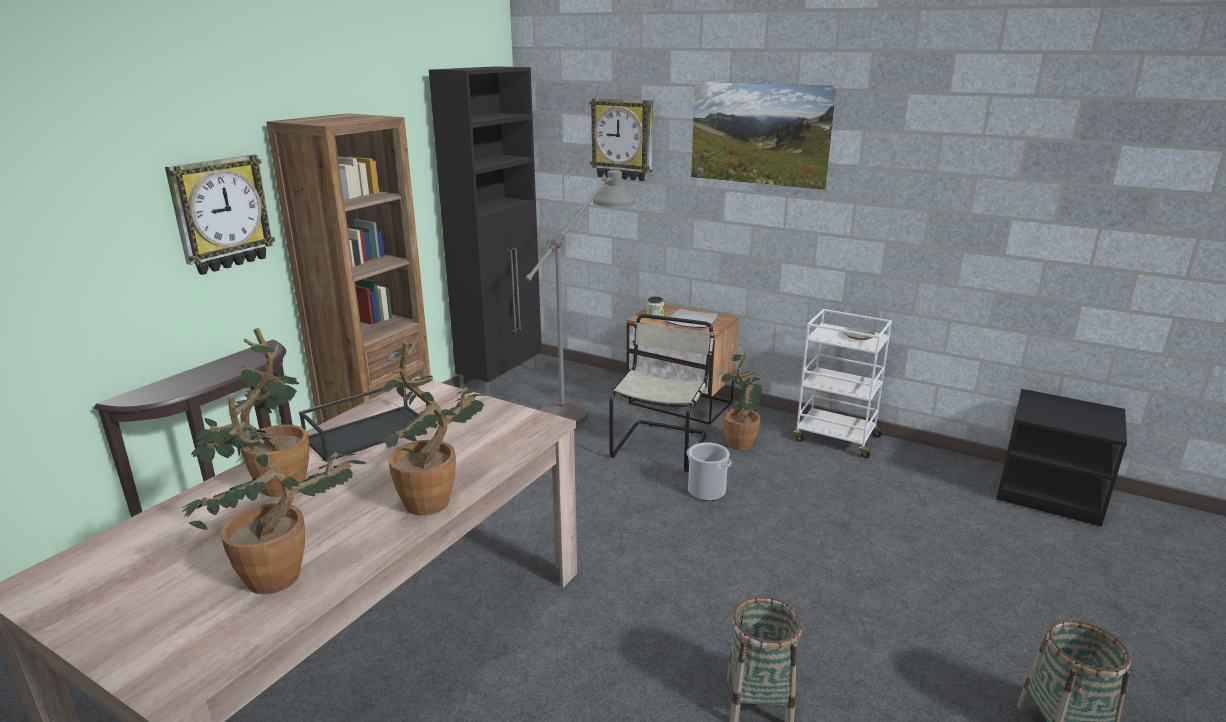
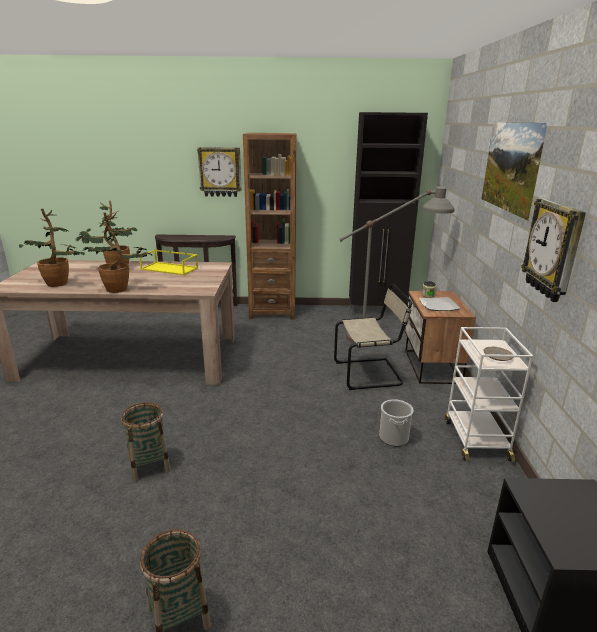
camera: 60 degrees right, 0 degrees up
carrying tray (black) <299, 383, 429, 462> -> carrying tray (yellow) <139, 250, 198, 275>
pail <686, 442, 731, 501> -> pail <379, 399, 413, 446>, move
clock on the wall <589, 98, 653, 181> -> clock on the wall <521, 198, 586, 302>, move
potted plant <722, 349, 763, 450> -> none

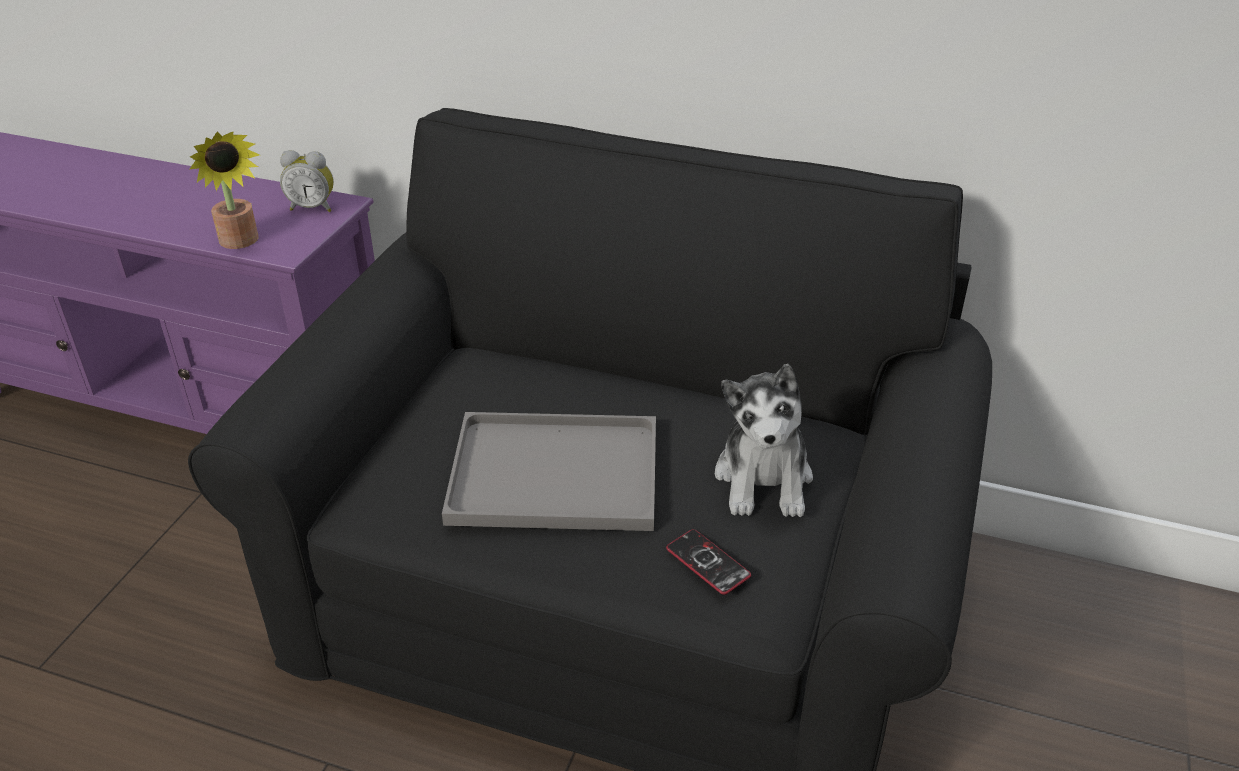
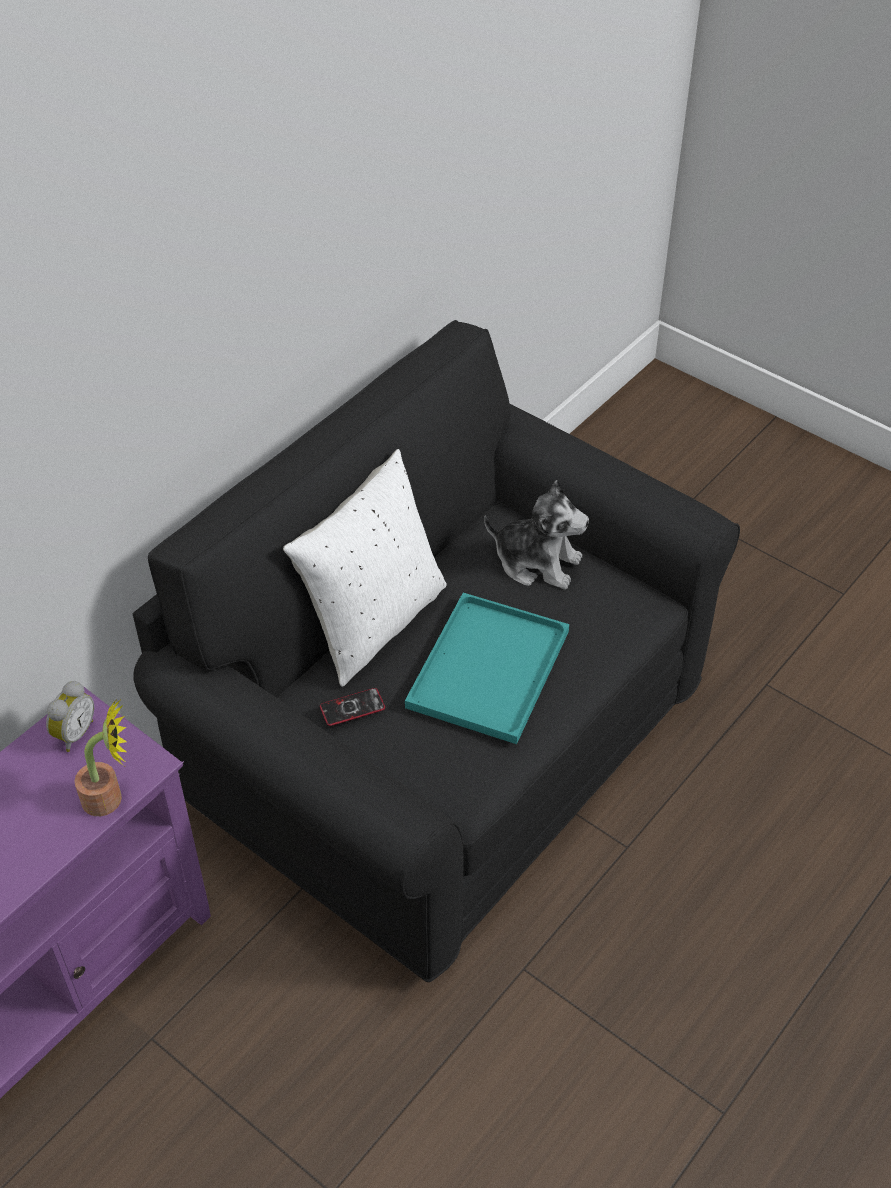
camera: 70 degrees left, 10 degrees up
none -> throw pillow (white-coloured) <283, 449, 447, 687>
handset <666, 529, 751, 595> -> handset <320, 688, 385, 726>, move
carrying tray (greyish) <442, 412, 656, 531> -> carrying tray (turquoise) <405, 593, 569, 744>

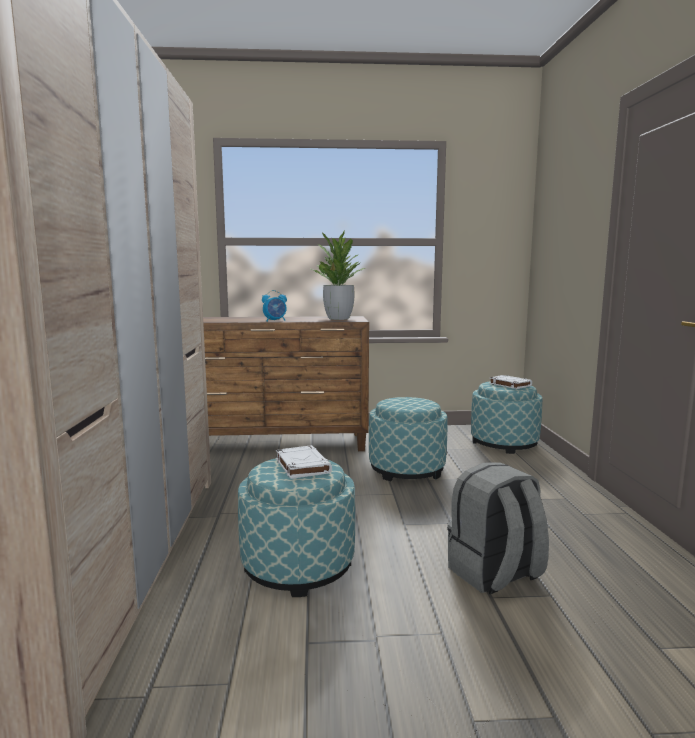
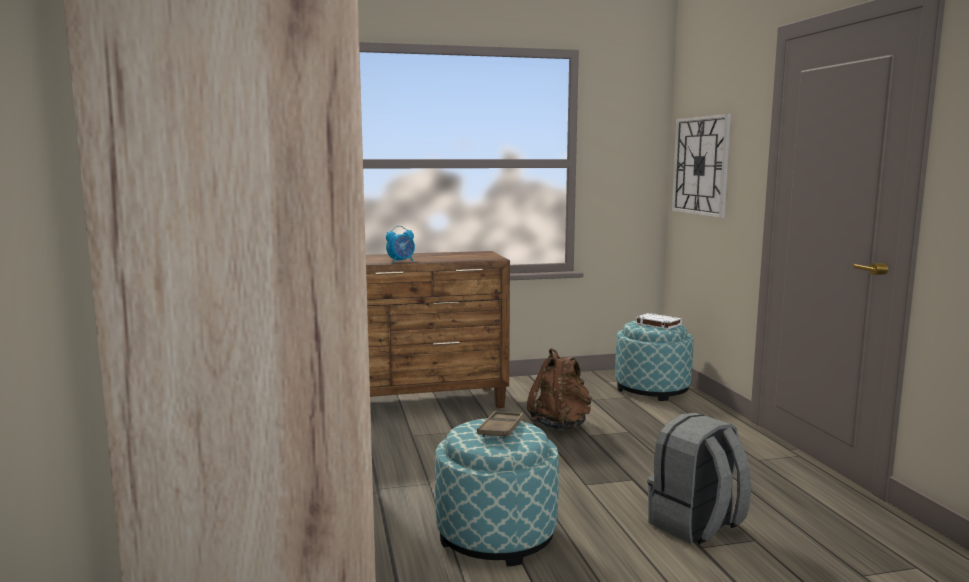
camera: 10 degrees left, 0 degrees up
book (white-coloured) <276, 445, 332, 479> -> carrying tray (brownish) <477, 411, 524, 439>
ottoman <369, 397, 447, 481> -> rucksack (brownish) <527, 348, 592, 430>
none -> clock on the wall <672, 114, 731, 218>
potted plant <309, 230, 365, 320> -> none

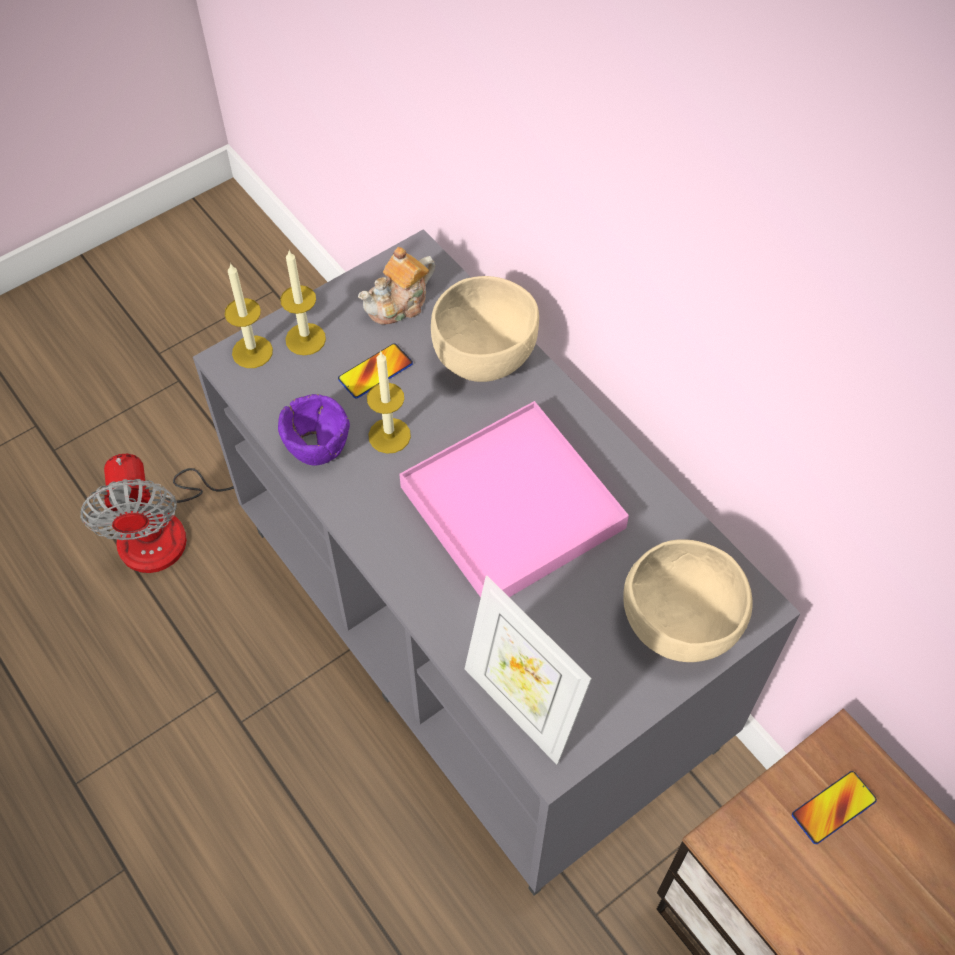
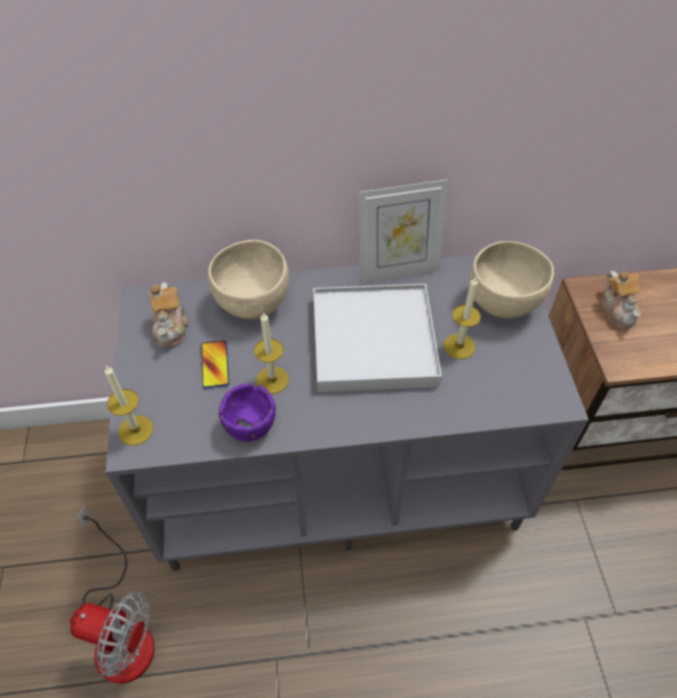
camera: 60 degrees left, 5 degrees down
carrying tray (pink-coloured) <399, 401, 629, 597> -> carrying tray (white-coloured) <313, 284, 442, 392>
picture frame <465, 576, 592, 765> -> picture frame <359, 179, 448, 283>, move
wax candle <280, 251, 326, 355> -> wax candle <444, 276, 481, 359>, move
handset <792, 771, 877, 844> -> pot for tea <601, 271, 641, 329>

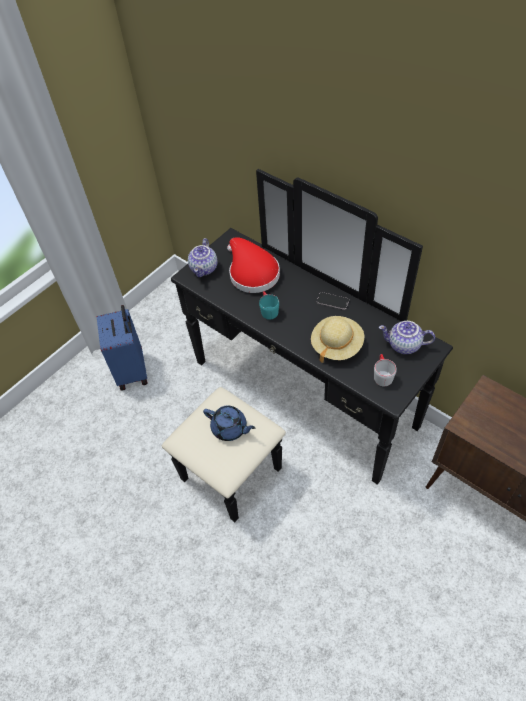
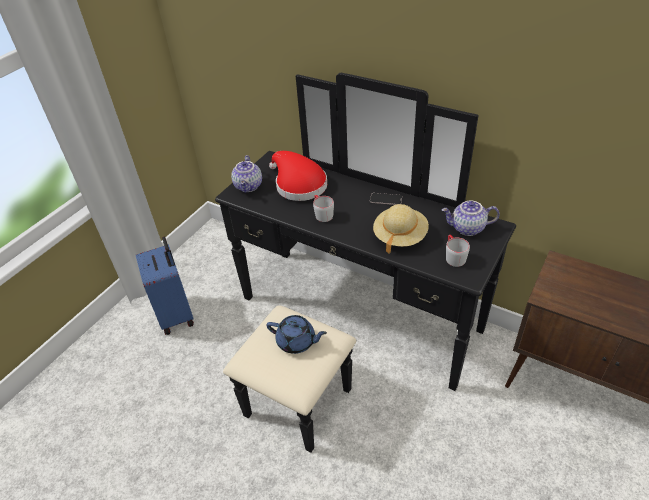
camera: 10 degrees left, 10 degrees down
coffee mug (turquoise) <259, 291, 279, 320> -> coffee mug (greyish) <313, 195, 334, 222>

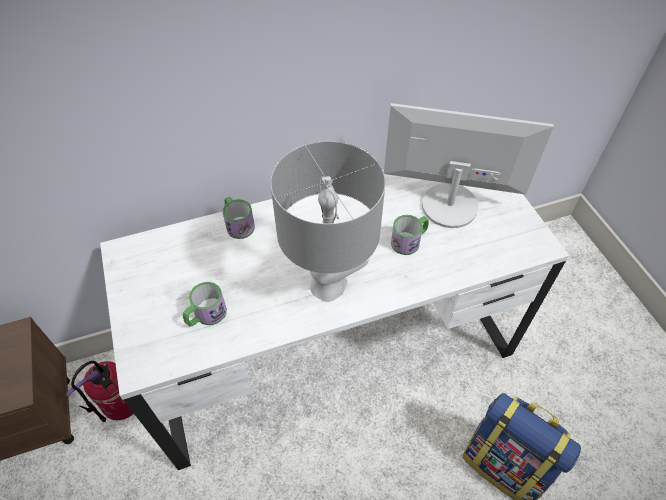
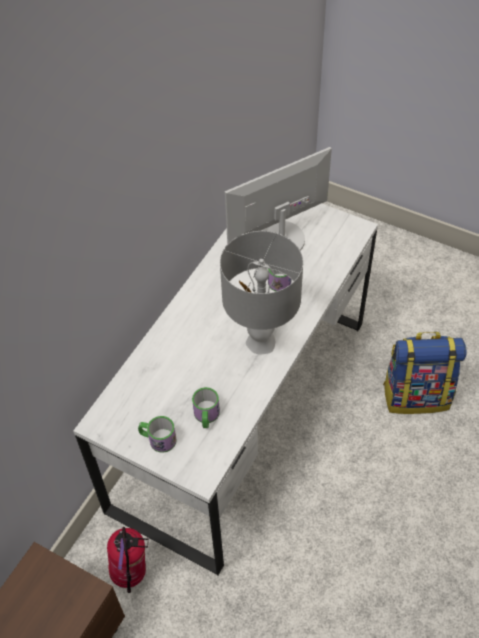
camera: 40 degrees left, 0 degrees up
coffee mug <223, 196, 255, 239> -> coffee mug <138, 416, 177, 453>, move

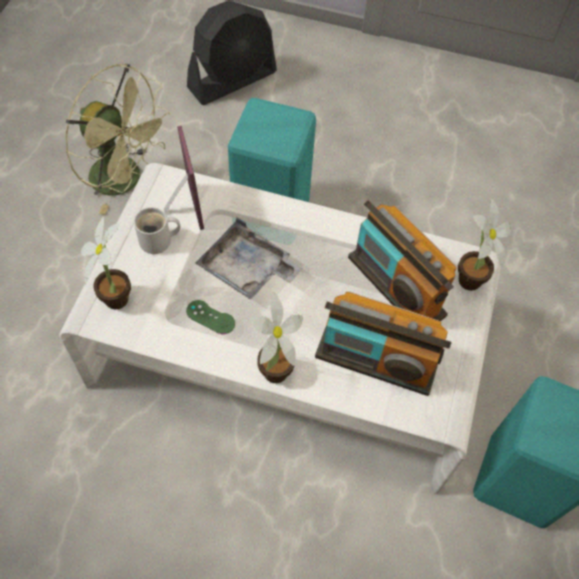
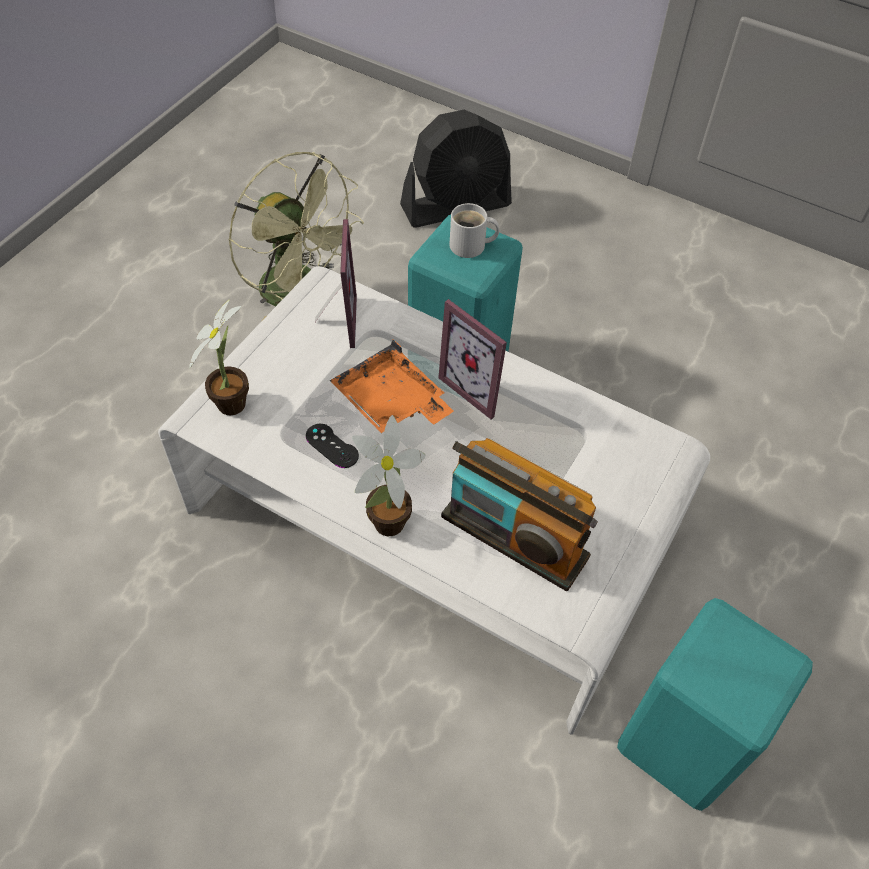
camera: 15 degrees right, 5 degrees down
game controller (green-coloured) <186, 300, 235, 334> -> game controller (black) <306, 424, 359, 468>
carrying tray (greyish) <195, 218, 303, 300> -> carrying tray (orange-coloured) <330, 339, 453, 433>
none -> picture frame <438, 299, 507, 420>
coffee mug (white-coloured) <134, 207, 181, 254> -> coffee mug (white-coloured) <449, 203, 499, 258>, move
radio <348, 200, 456, 321> -> none
potted plant <458, 198, 512, 291> -> none

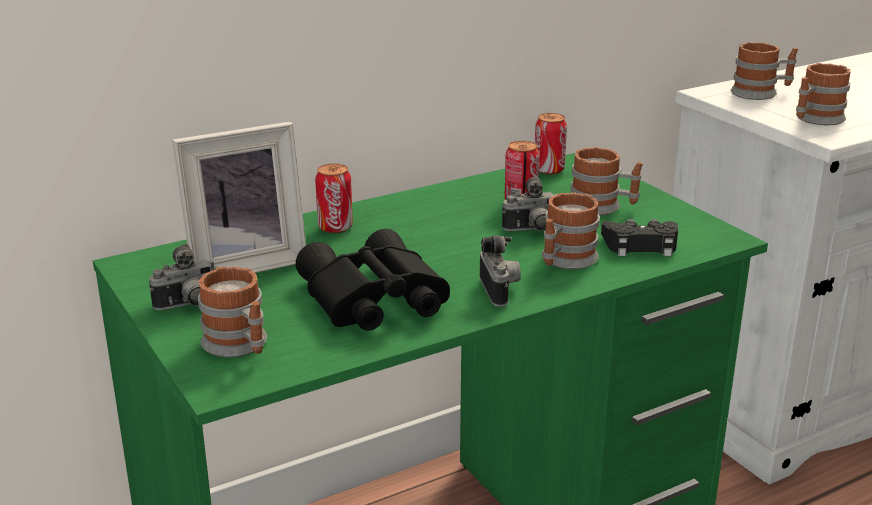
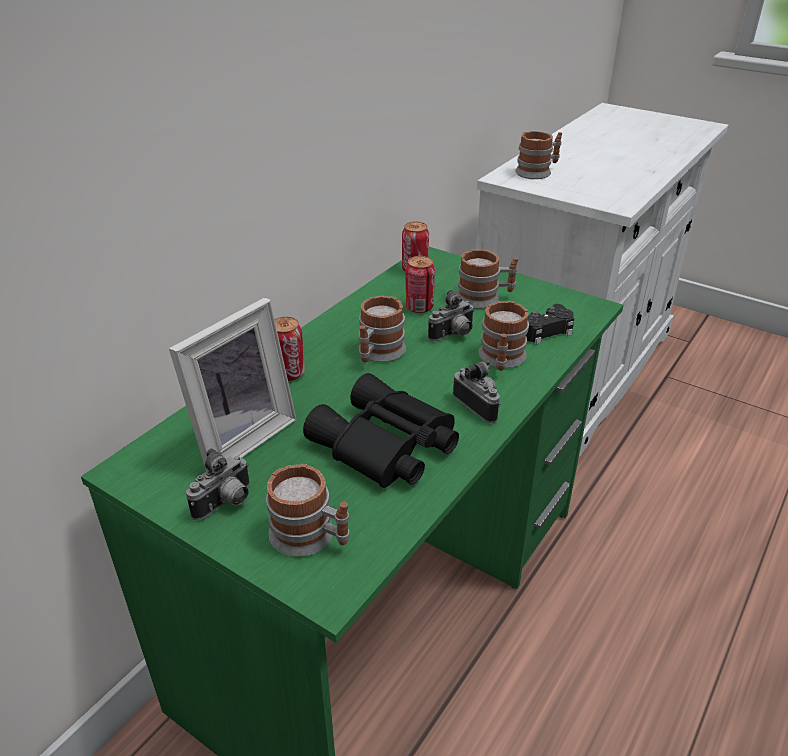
camera: 25 degrees left, 10 degrees up
coffee mug <796, 63, 851, 125> -> coffee mug <359, 296, 406, 362>, move

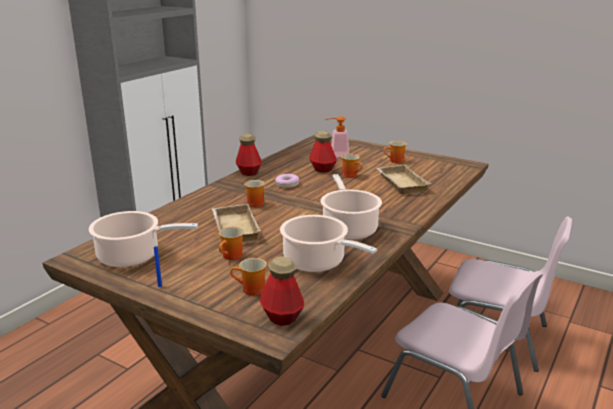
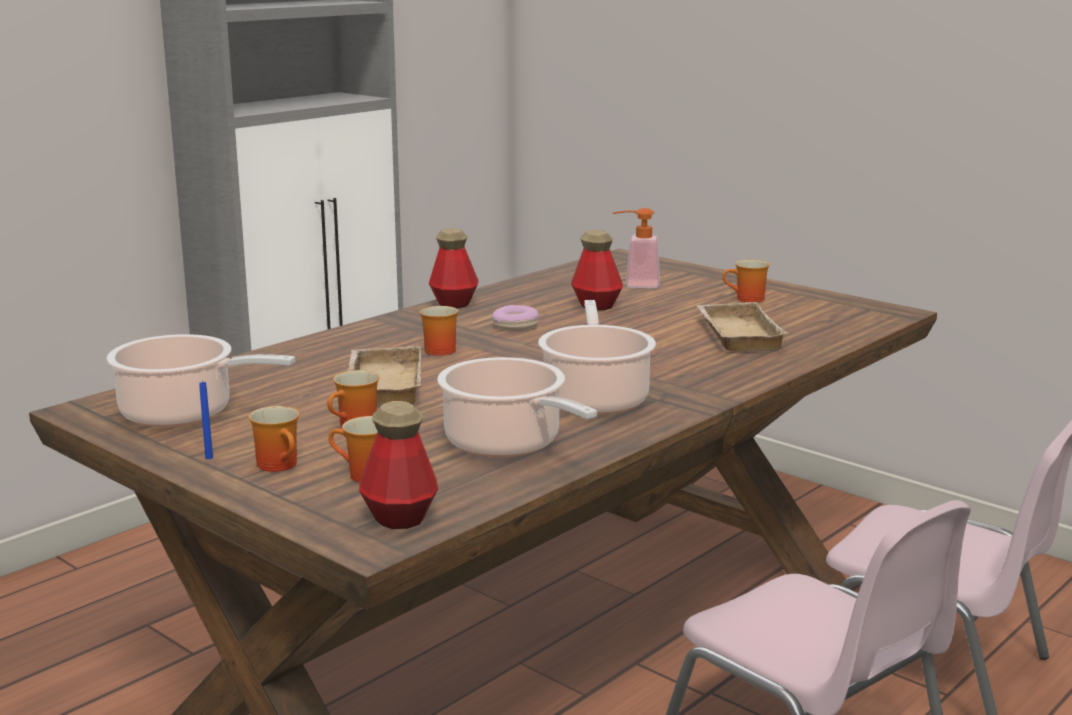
camera: 10 degrees right, 5 degrees down
coffee mug <341, 154, 363, 178> -> coffee mug <249, 406, 299, 472>, move

